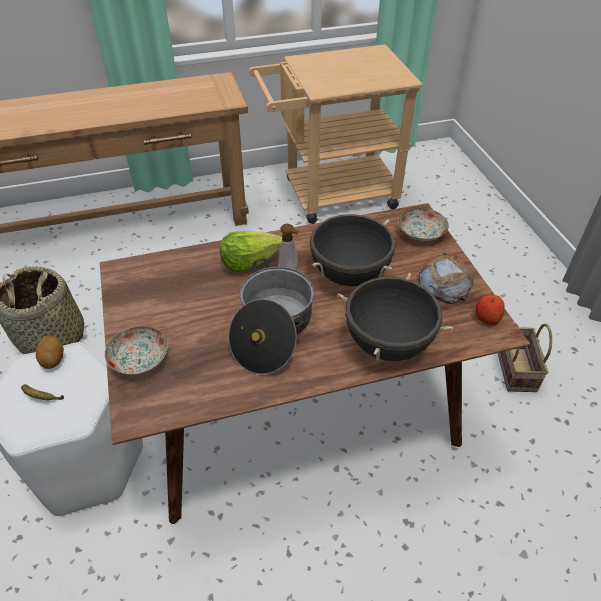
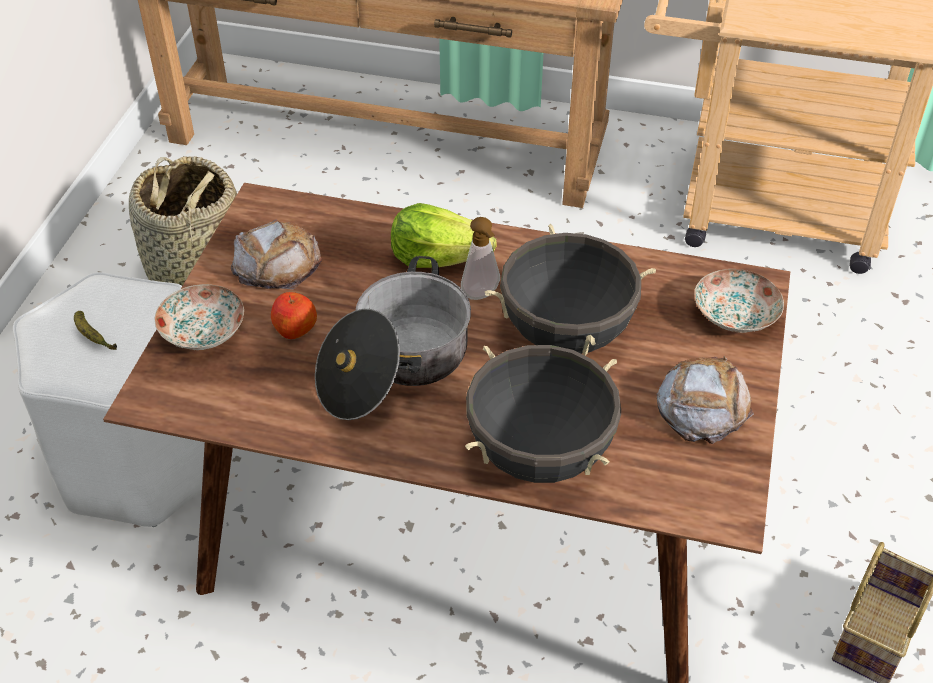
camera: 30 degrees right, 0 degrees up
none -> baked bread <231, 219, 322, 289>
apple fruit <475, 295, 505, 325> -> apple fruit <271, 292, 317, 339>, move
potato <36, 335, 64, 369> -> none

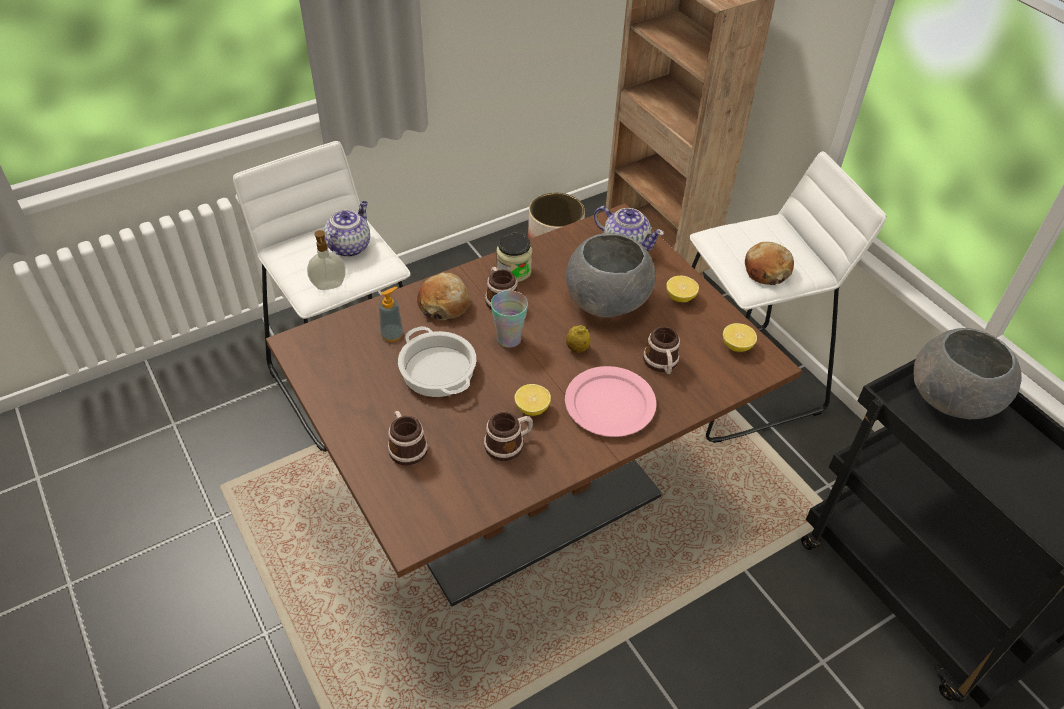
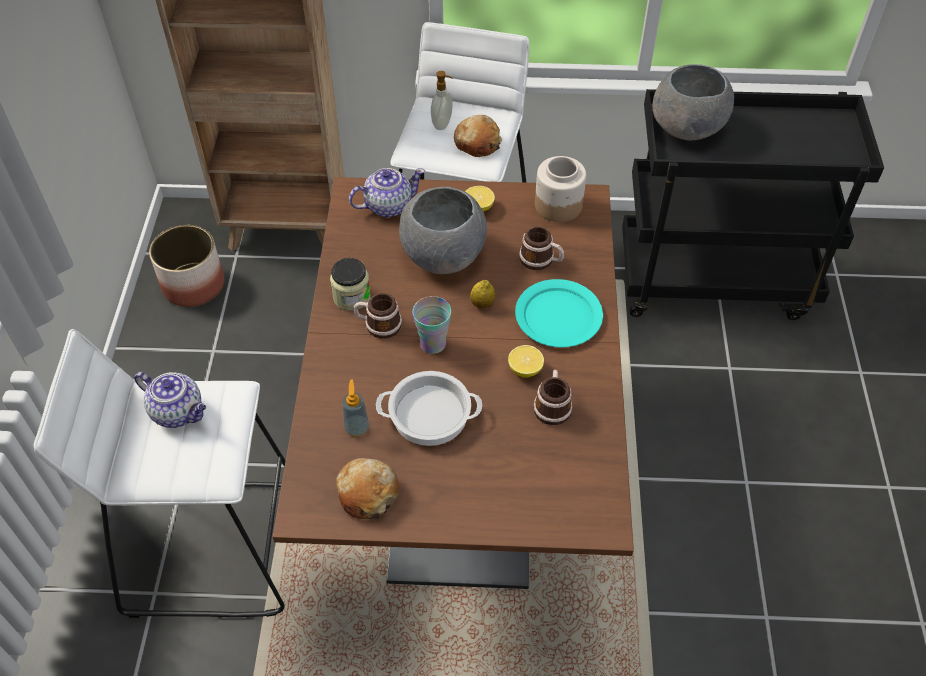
camera: 55 degrees left, 5 degrees up
pot for tea <324, 201, 370, 257> -> pot for tea <134, 372, 206, 428>, 150 degrees clockwise
baked bread <417, 272, 470, 320> -> baked bread <336, 458, 399, 520>, move
soap bottle <307, 230, 346, 290> -> soap bottle <431, 71, 453, 130>, move
dinner plate (pink-coloured) <565, 366, 656, 437> -> dinner plate (turquoise) <515, 279, 603, 347>
whole lemon <723, 323, 757, 352> -> storage jar <535, 156, 586, 222>
coffee mug <388, 411, 428, 466> -> none

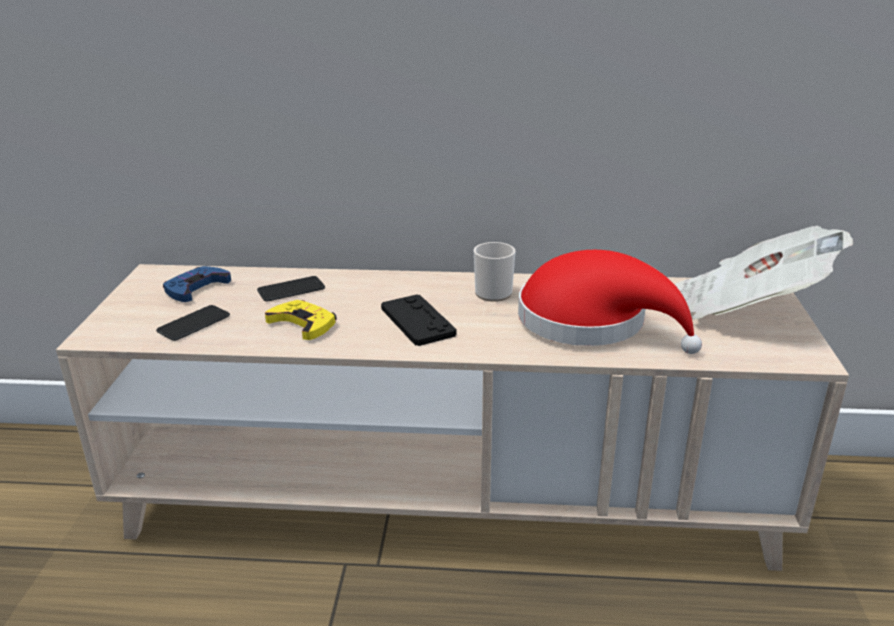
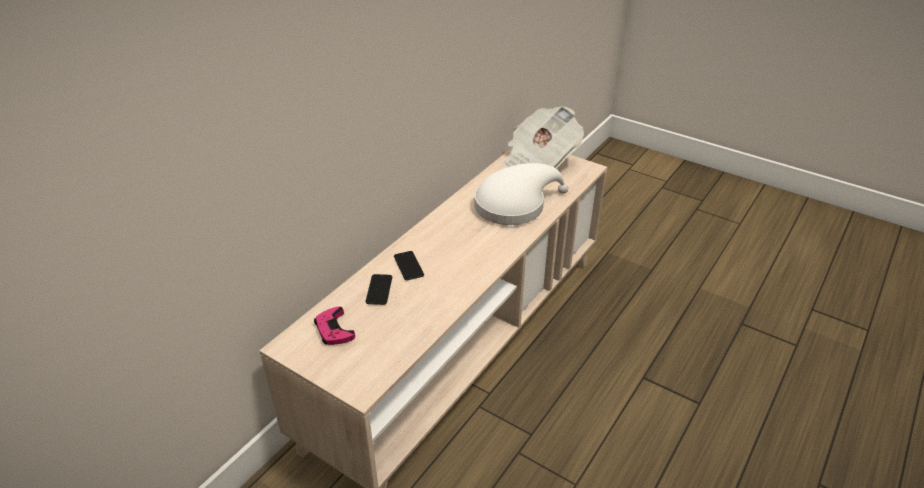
camera: 60 degrees left, 10 degrees up
game controller (blue-coloured) <163, 266, 231, 302> -> game controller (pink-coloured) <314, 307, 355, 345>
handset <156, 305, 230, 341> -> handset <394, 251, 424, 280>, move
wearable hat (red) <518, 250, 702, 354> -> wearable hat (white-coloured) <474, 163, 568, 225>
game controller (yellow) <265, 300, 337, 340> -> none
game controller (black) <381, 294, 456, 346> -> none
coffee mug <474, 242, 516, 302> -> none

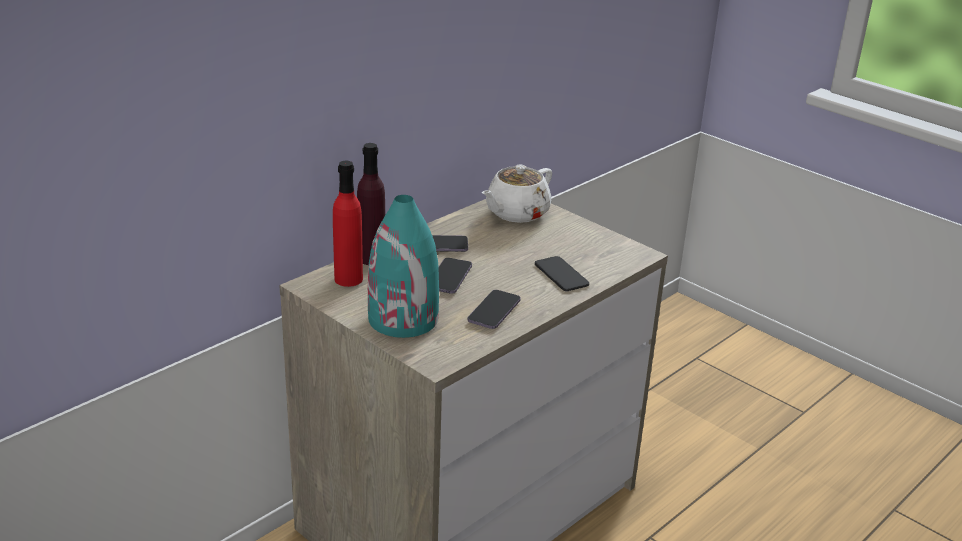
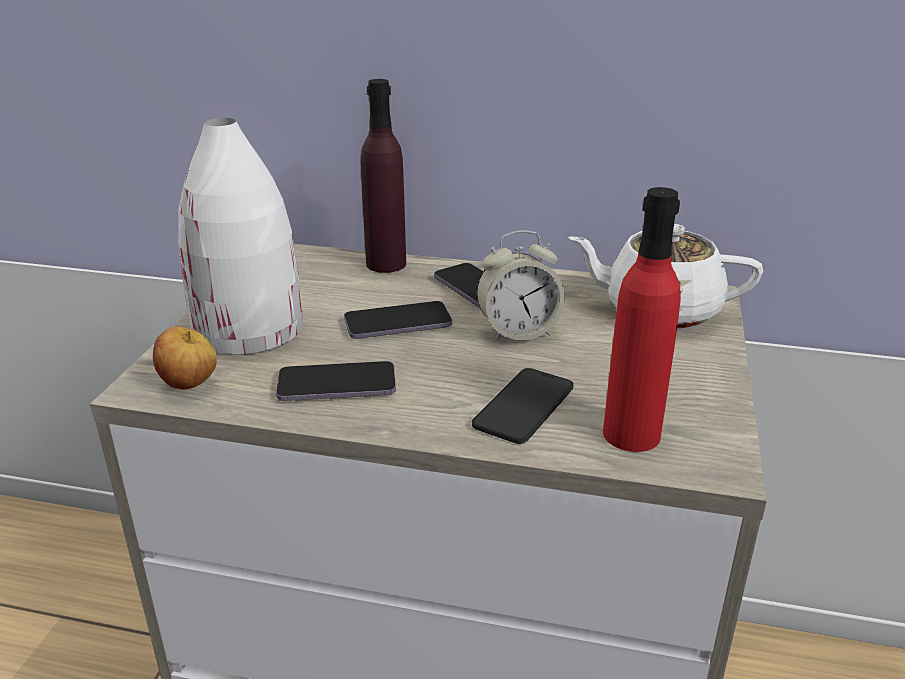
camera: 60 degrees right, 0 degrees up
none -> apple fruit <153, 327, 217, 389>
flower vase (turquoise) <368, 195, 439, 338> -> flower vase (white-coloured) <178, 118, 303, 355>
none -> alarm clock <477, 230, 565, 342>
beverage bottle (red) <333, 161, 363, 287> -> beverage bottle (red) <603, 187, 681, 452>, move

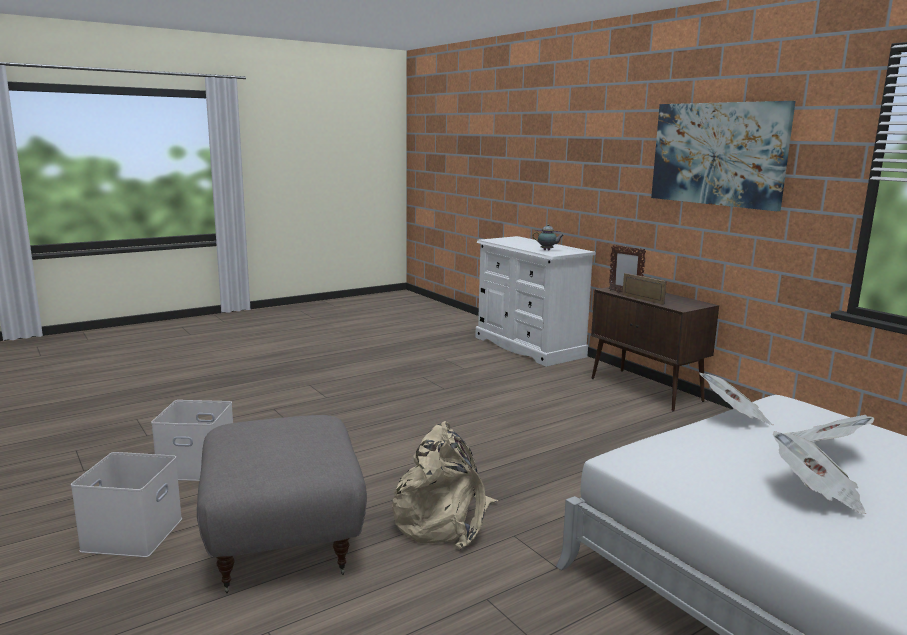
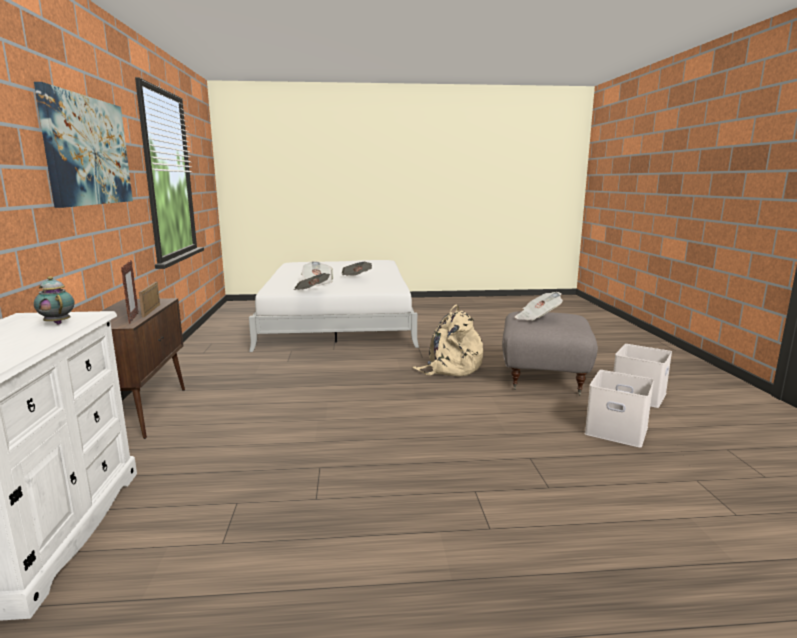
camera: 150 degrees left, 0 degrees up
none -> printed paper <515, 292, 563, 321>

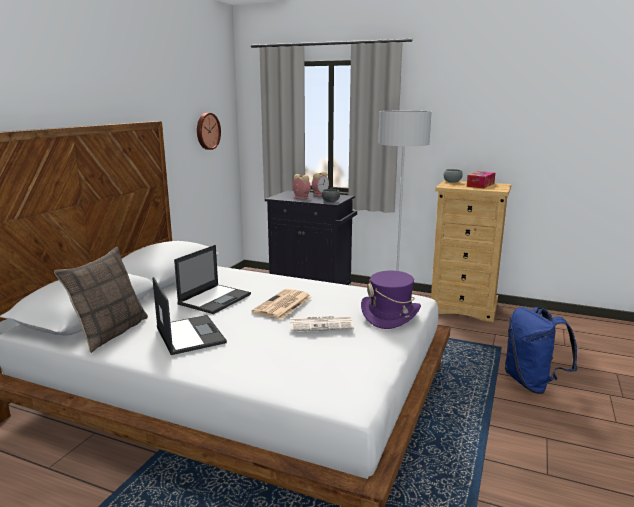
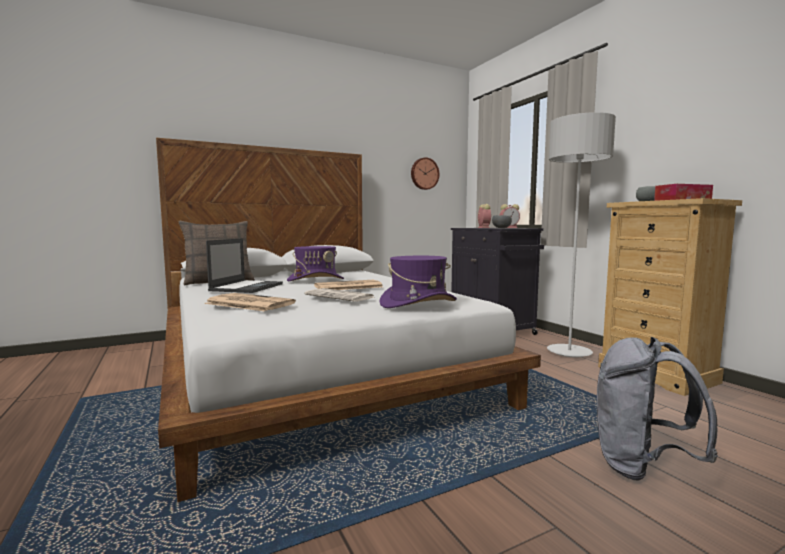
camera: 40 degrees right, 10 degrees down
none -> printed paper <204, 293, 296, 312>
laptop <174, 245, 251, 314> -> wearable hat (purple) <287, 246, 344, 281>
rucksack (blue-coloured) <505, 307, 578, 394> -> rucksack (greyish) <596, 337, 718, 481>

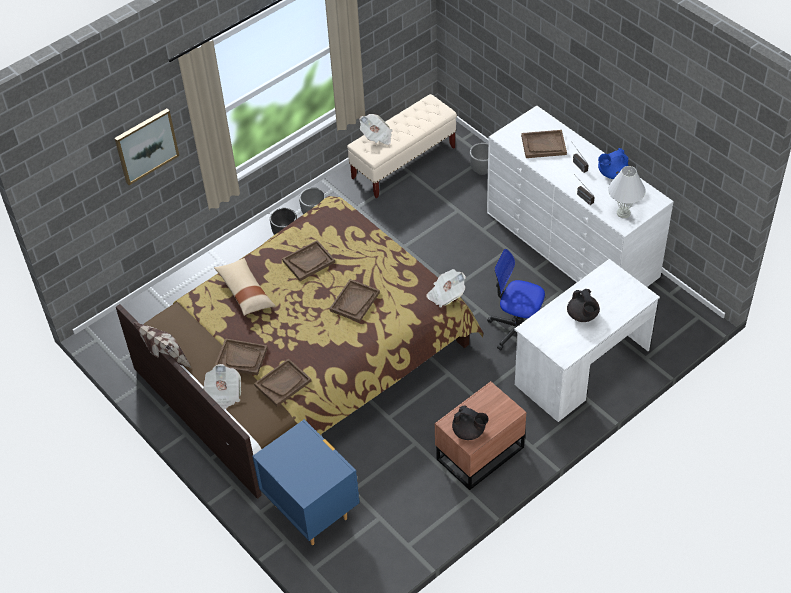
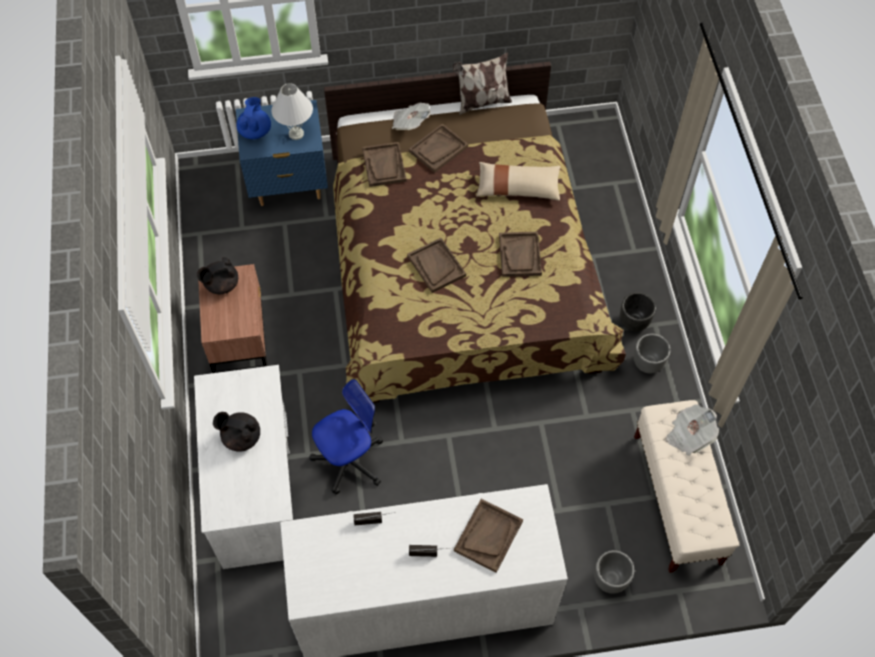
camera: 120 degrees right, 10 degrees up
pot for tea (blue-coloured) <598, 148, 629, 179> -> pot for tea (blue-coloured) <236, 97, 271, 139>, move
tabletop lamp (white-coloured) <608, 166, 646, 218> -> tabletop lamp (white-coloured) <272, 83, 313, 140>, move
picture <115, 109, 179, 185> -> none
printed paper <426, 269, 466, 308> -> none

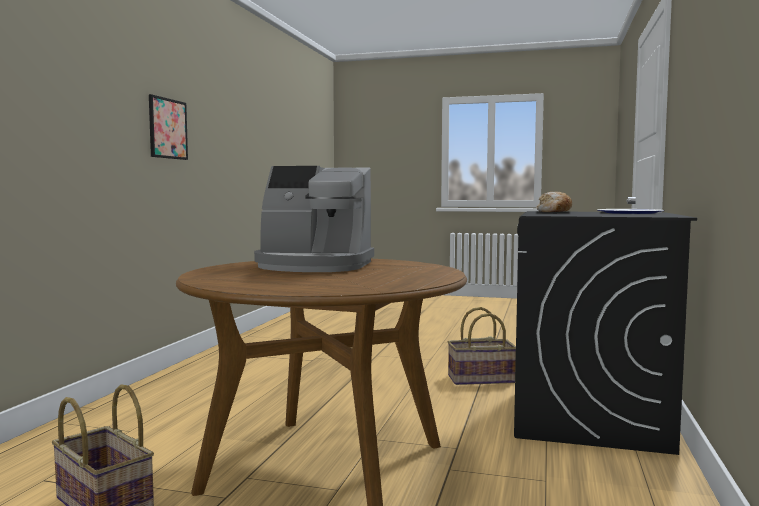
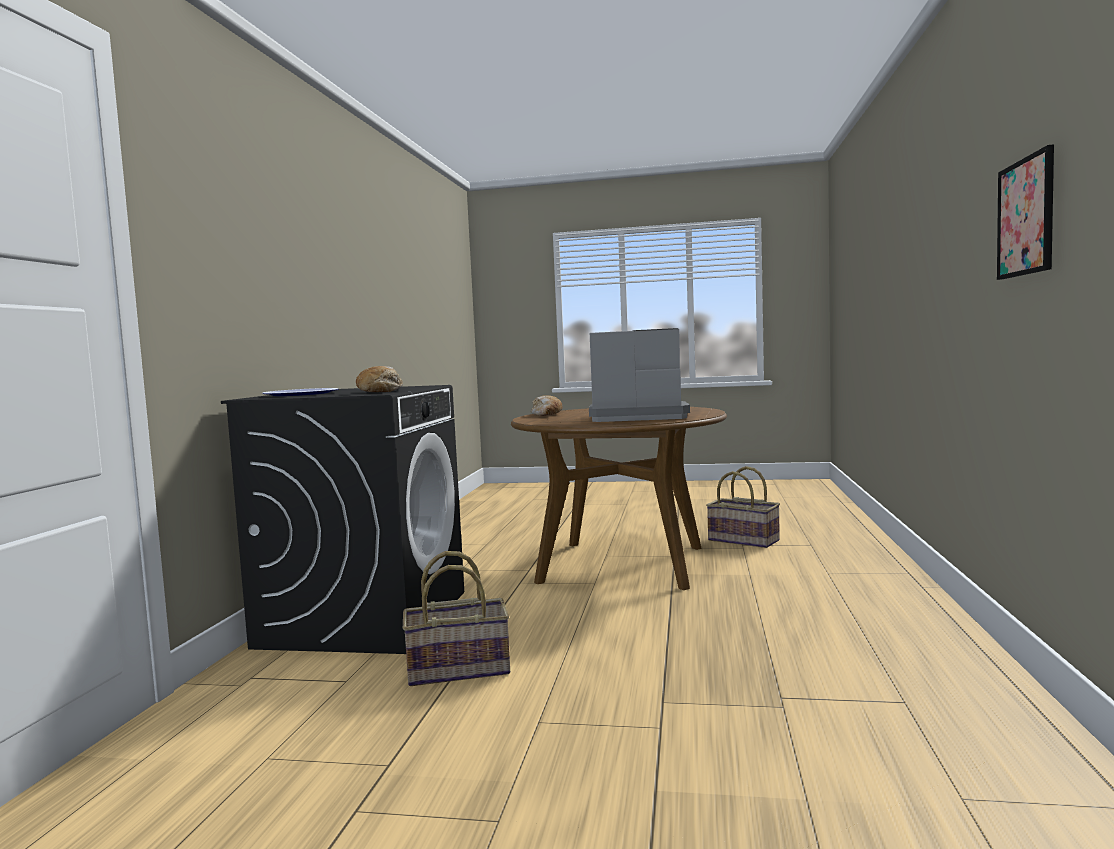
camera: 175 degrees right, 0 degrees up
none -> baked bread <531, 395, 563, 416>

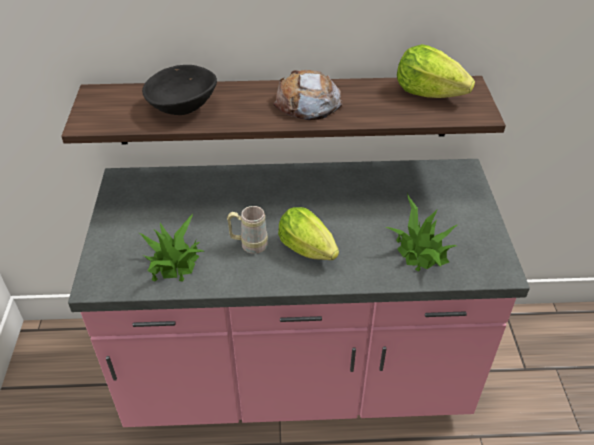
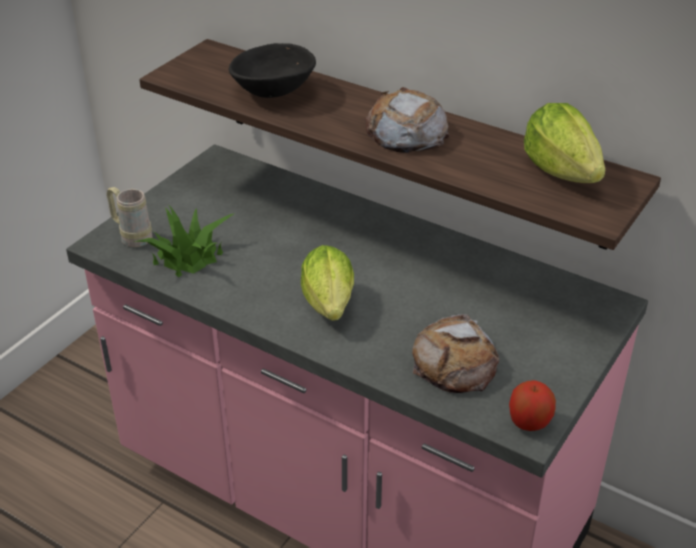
camera: 35 degrees right, 5 degrees down
coffee mug (beige-coloured) <227, 206, 268, 254> -> coffee mug (beige-coloured) <107, 187, 152, 247>, move
potted plant <386, 193, 457, 272> -> baked bread <412, 314, 499, 393>
none -> apple fruit <509, 380, 556, 431>

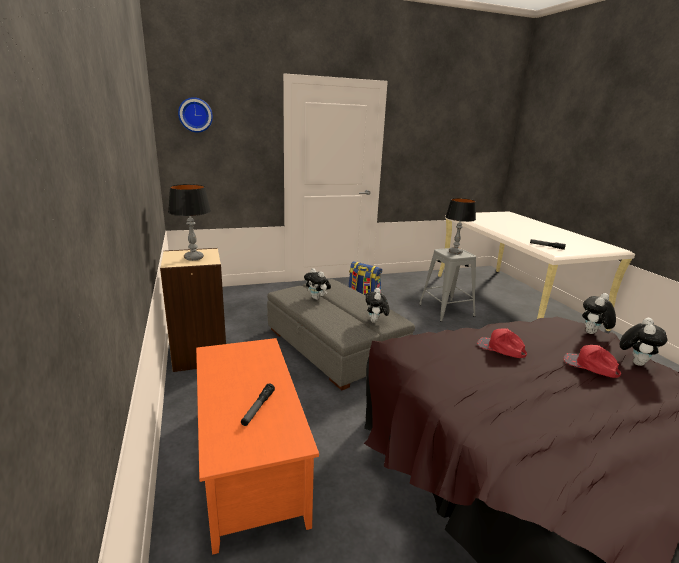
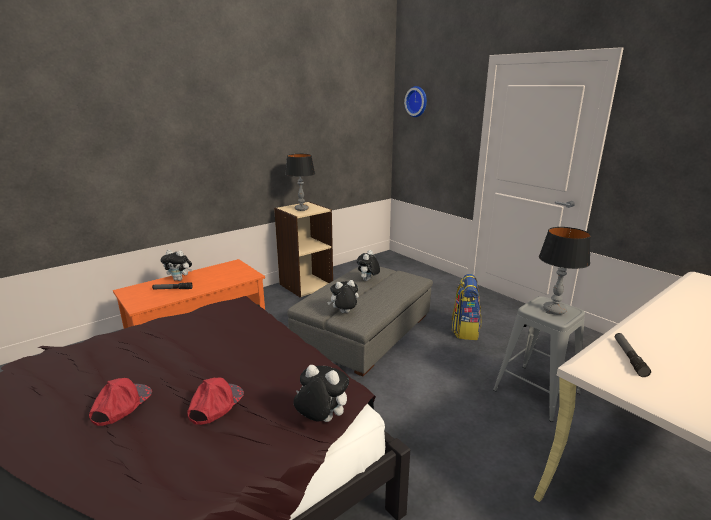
camera: 70 degrees right, 0 degrees up
cap (red) <477, 328, 527, 358> -> cap (red) <89, 378, 152, 426>, move
cuddly toy <619, 318, 667, 366> -> cuddly toy <161, 250, 192, 281>, move

